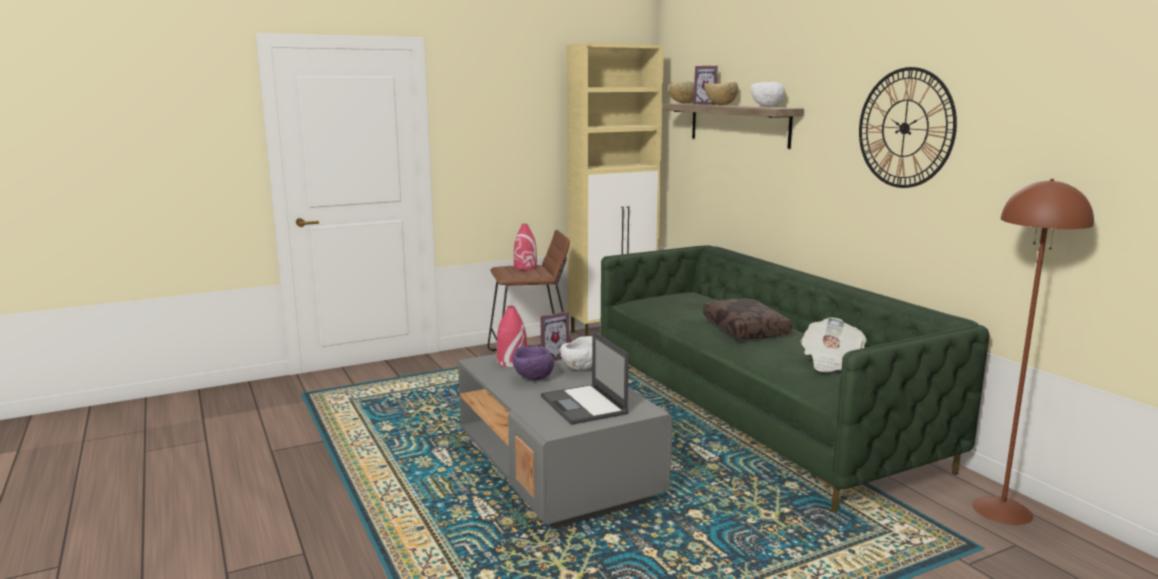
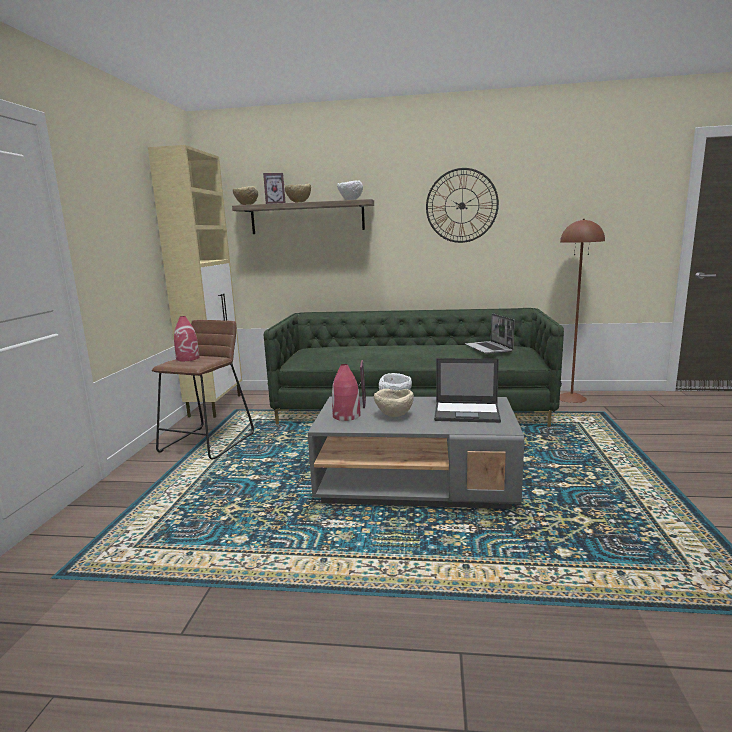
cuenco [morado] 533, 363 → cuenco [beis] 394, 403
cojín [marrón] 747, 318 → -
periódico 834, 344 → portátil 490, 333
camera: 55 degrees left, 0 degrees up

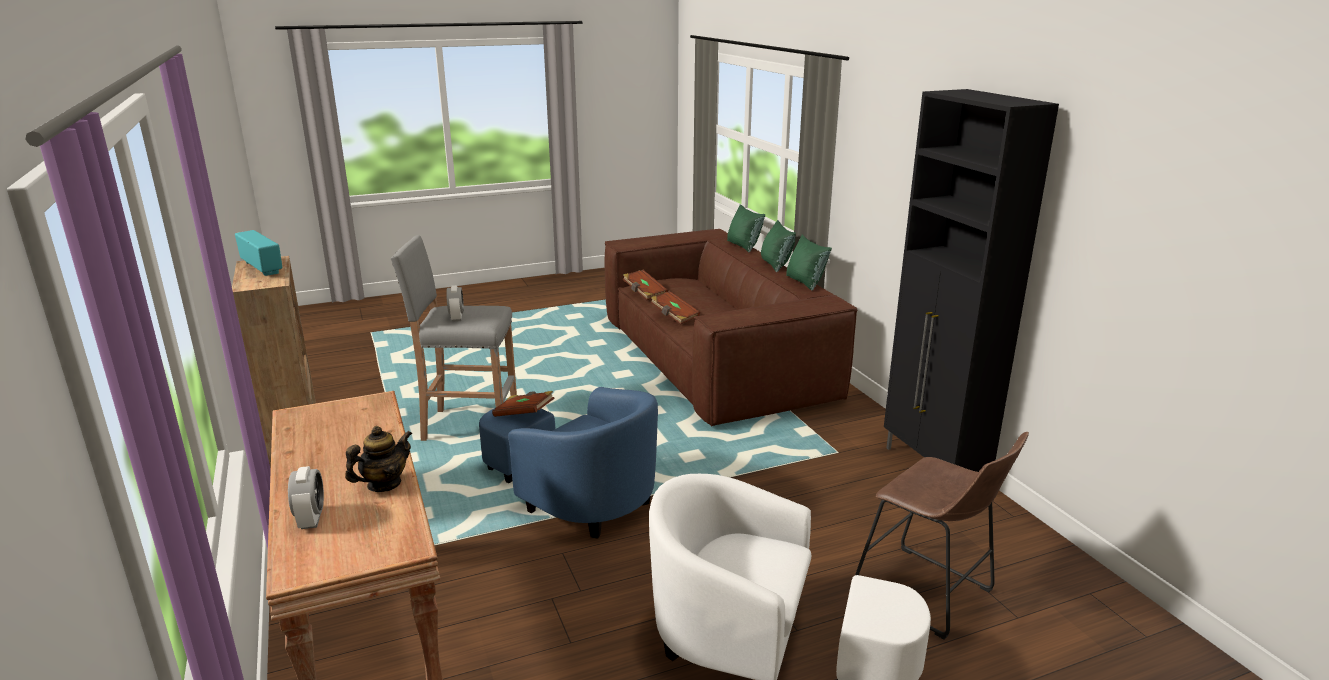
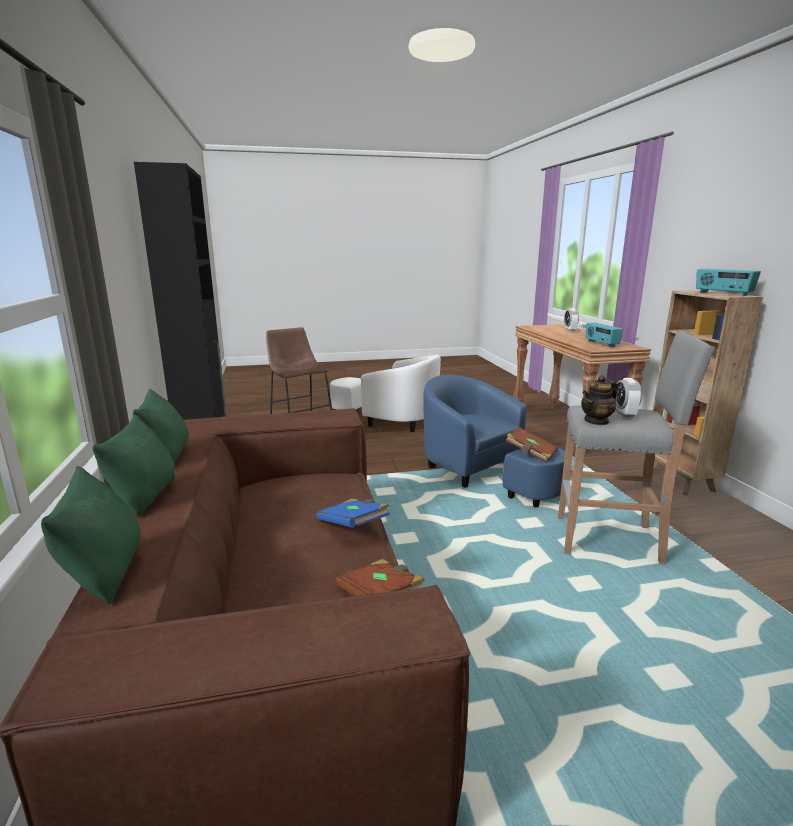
tetera 378, 459 → tetera 599, 400, moved
libro [marrón] 675, 308 → libro [azul] 353, 513
- → radio 604, 335
camera: 170 degrees left, 5 degrees down

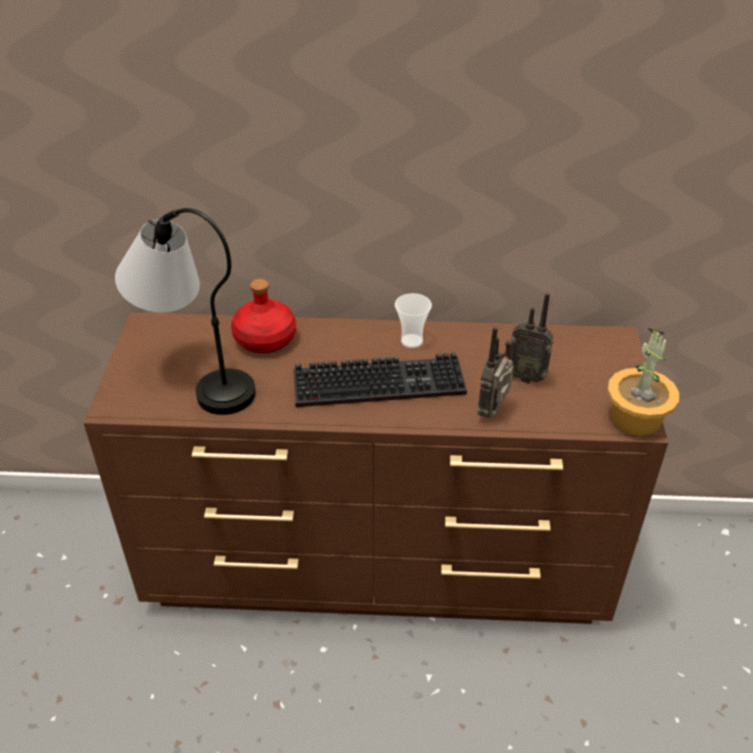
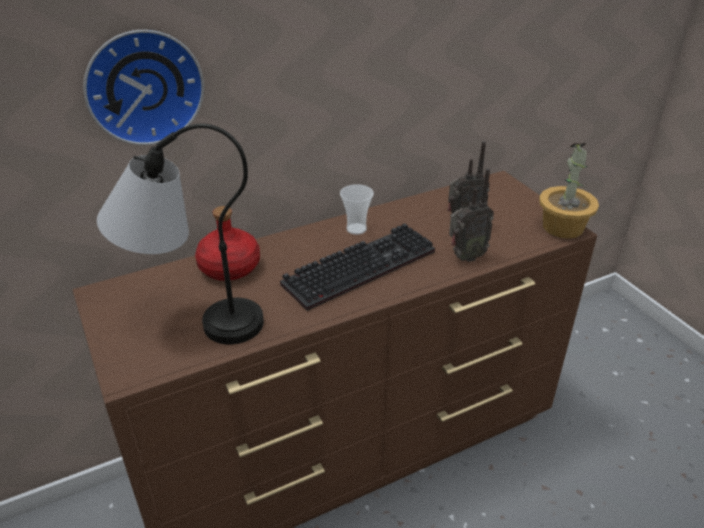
radio 495, 372 → radio 471, 215, 105 degrees counterclockwise
- → reloj de pared 143, 87
camera: 30 degrees left, 5 degrees down

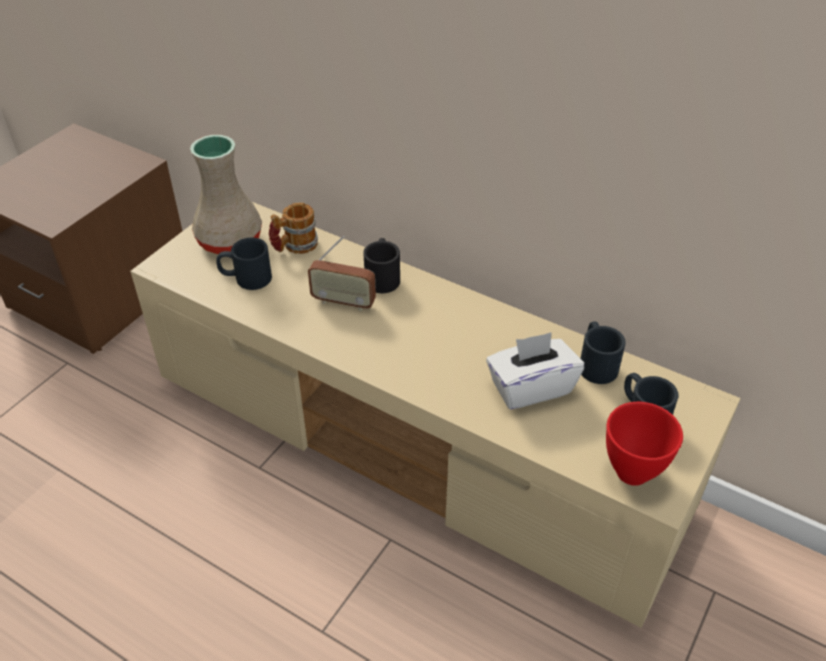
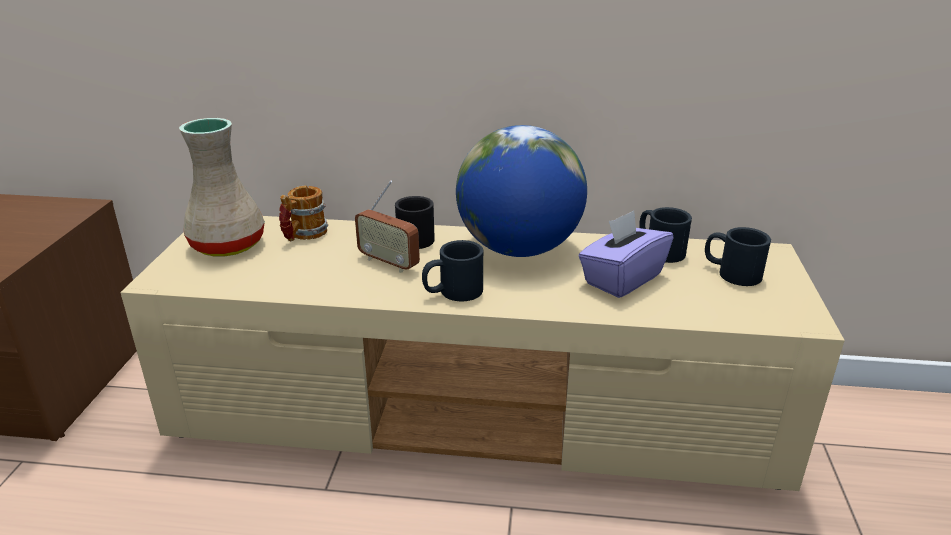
taza grande [negro] 244, 264 → taza grande [negro] 453, 270, moved
radio 342, 273 → radio 387, 226, 45 degrees clockwise
caja de pañuelos [blanco] 535, 370 → caja de pañuelos [morado] 626, 254
cuenco [rojo] 644, 444 → -
- → globo terráqueo 521, 191
camera: 25 degrees left, 15 degrees down

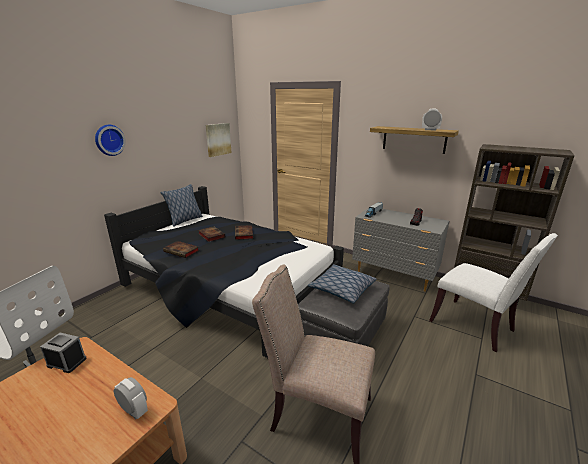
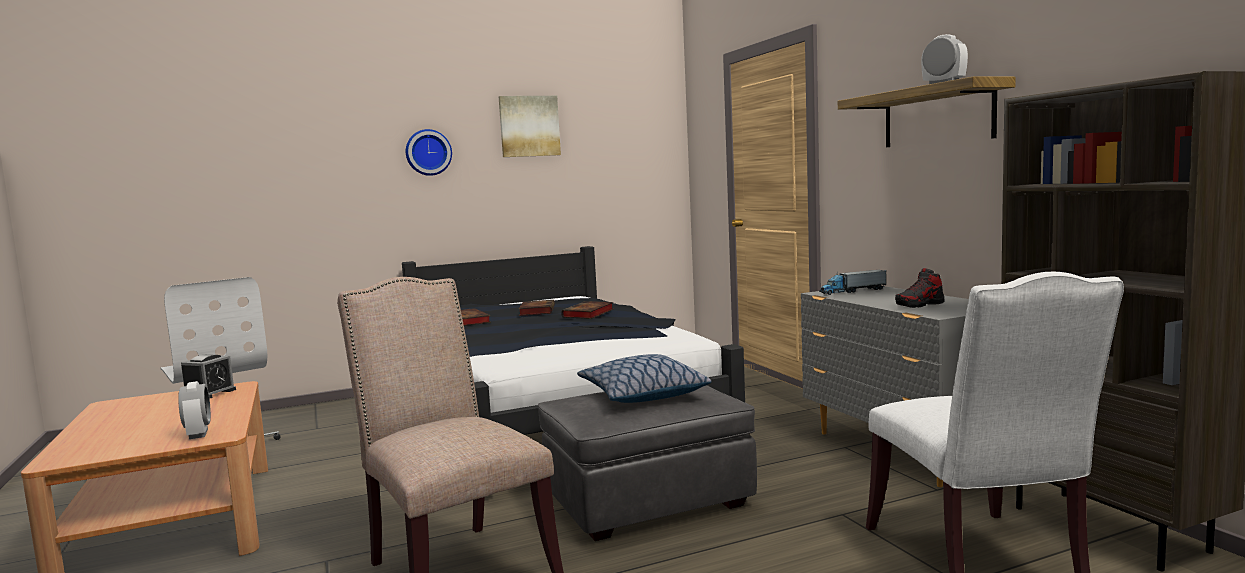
despertador 63, 353 → despertador 208, 376, 60 degrees clockwise
cojín 181, 205 → -
cuadro 218, 140 → cuadro 530, 126, moved
camera: 35 degrees right, 15 degrees down

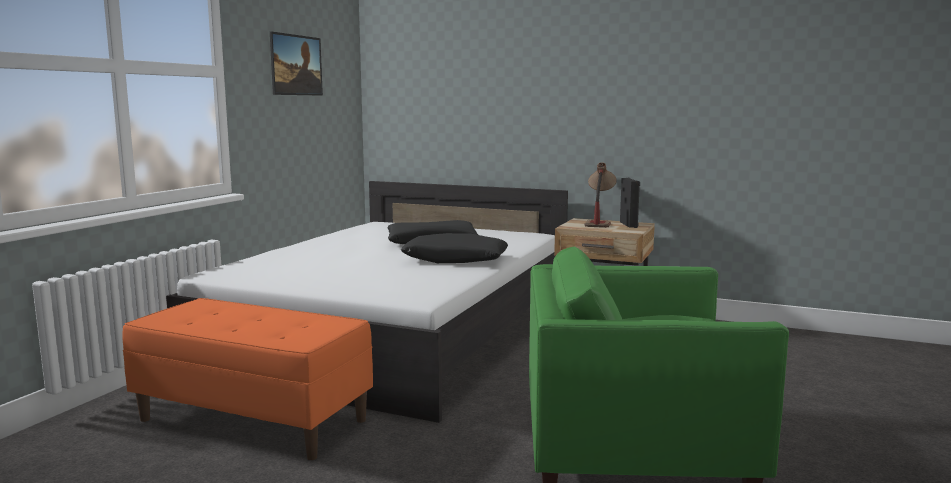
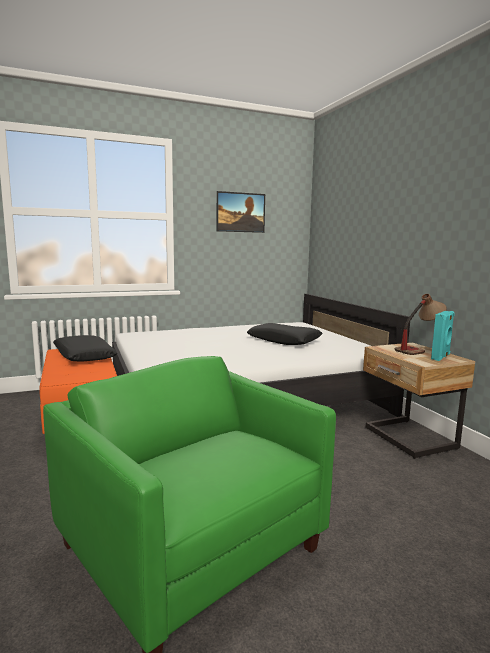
cojín [negro] 454, 248 → cojín [negro] 85, 348, moved
altavoz [negro] 630, 203 → altavoz [turquesa] 443, 336
camera: 45 degrees right, 0 degrees up

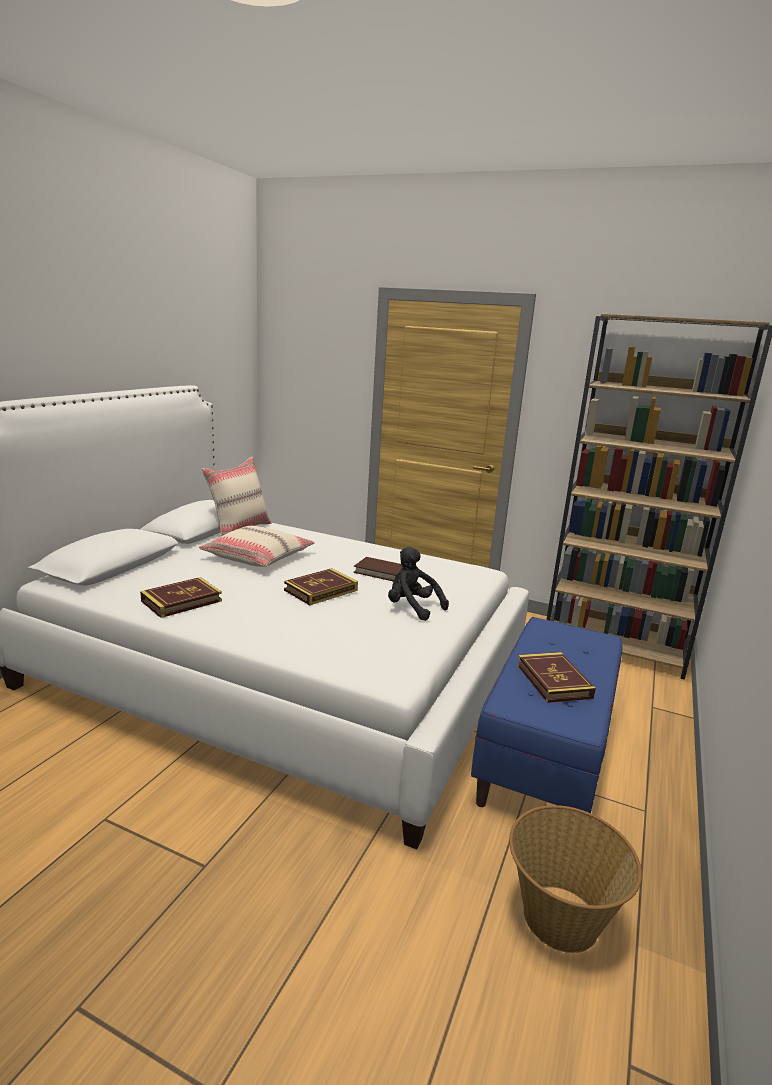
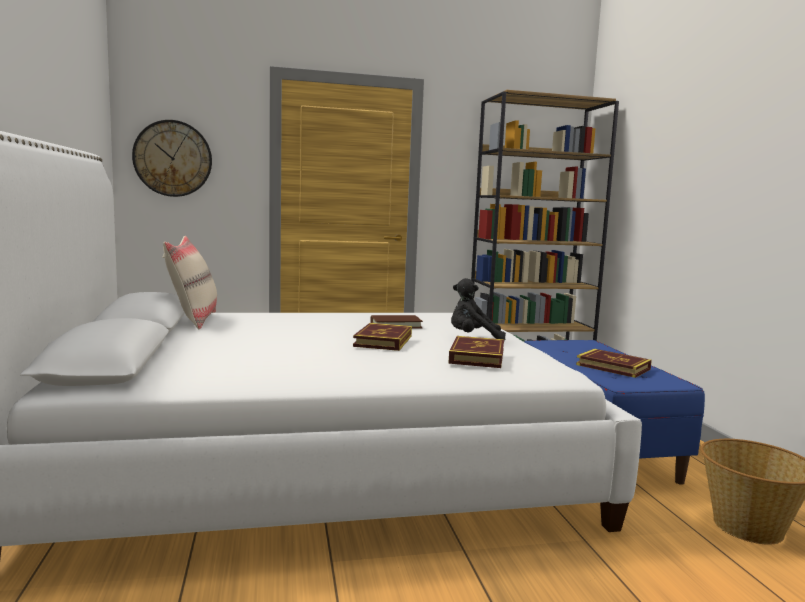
libro 181, 597 → libro 476, 352, moved
cojín [beis] 257, 546 → -
- → reloj de pared 172, 158
camera: 35 degrees left, 10 degrees down

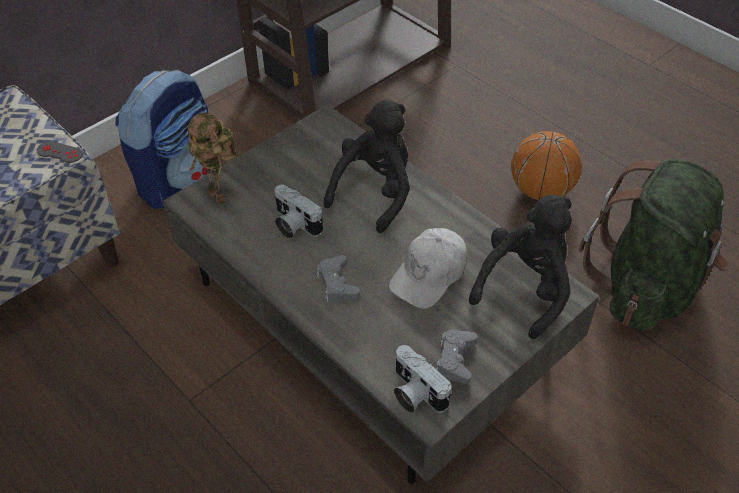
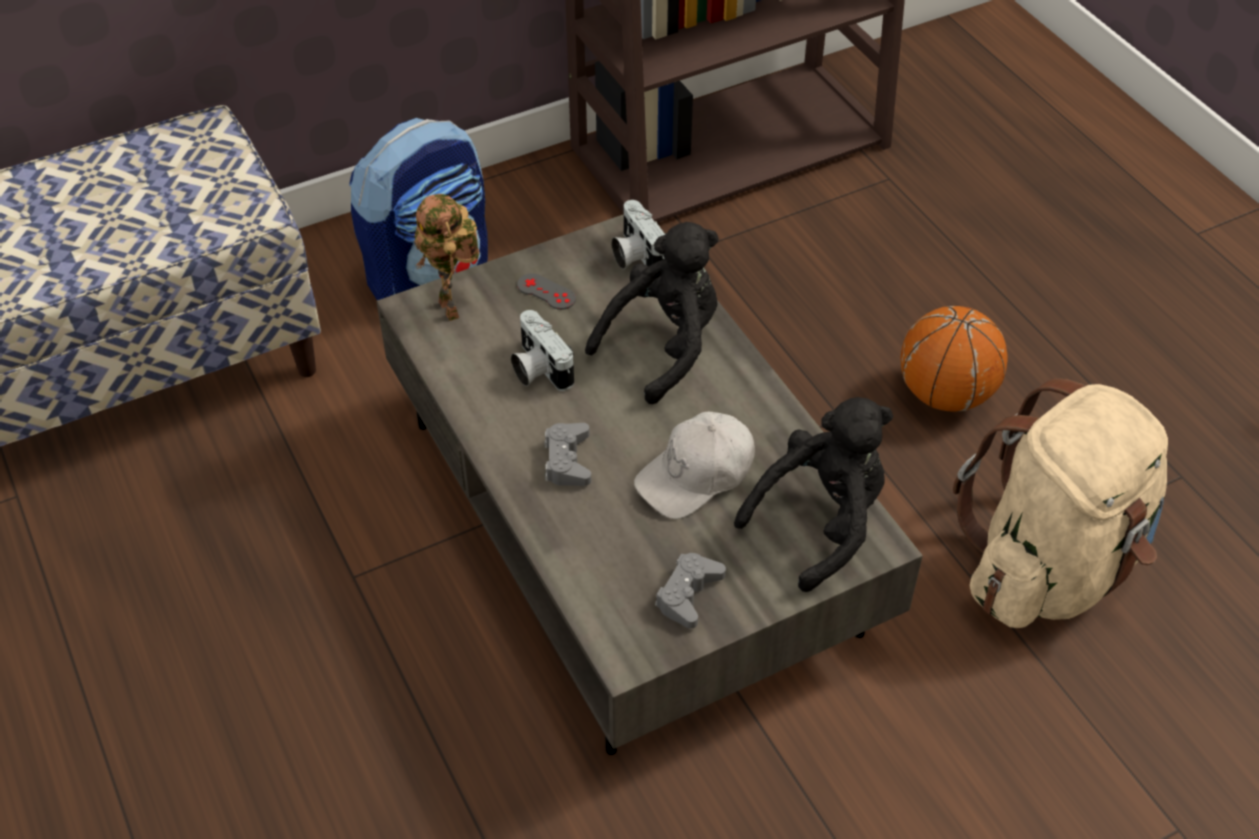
mando de consola [gris] 60, 152 → mando de consola [gris] 546, 291, moved
cámara 422, 379 → cámara 638, 234, moved
mochila [verde] 654, 245 → mochila [beis] 1060, 503
camera: 15 degrees right, 0 degrees up

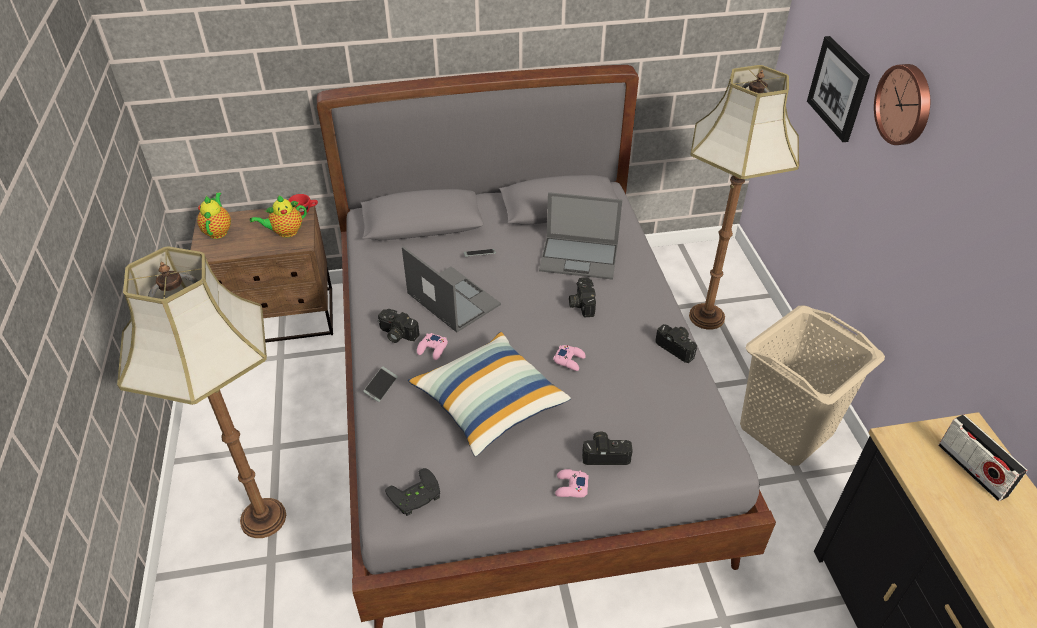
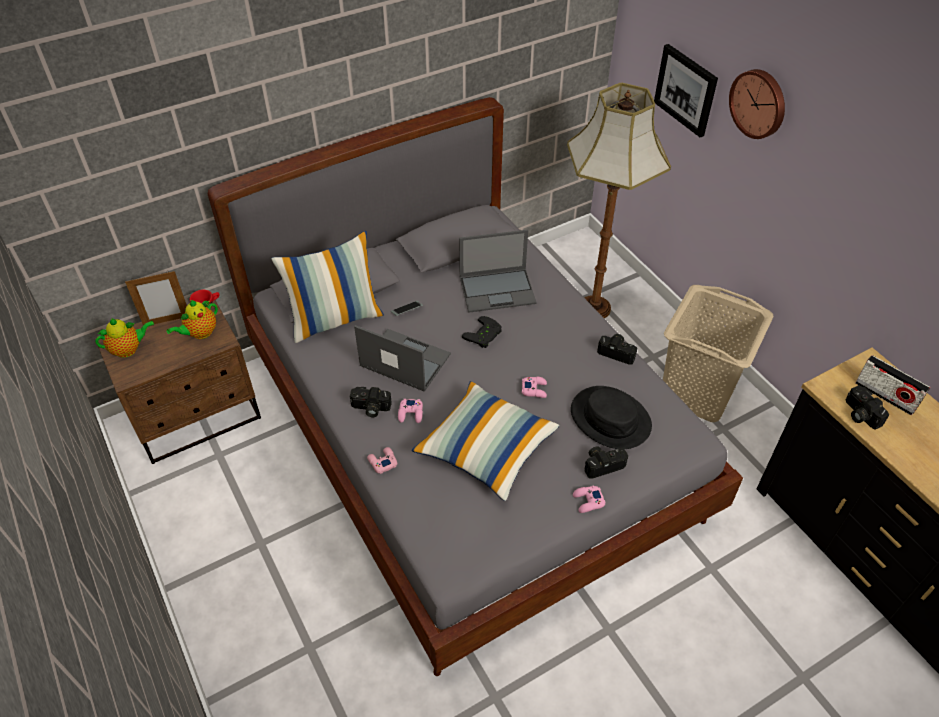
lámpara de pie 201, 392 → -
tetera 214, 216 → tetera 124, 338, 90 degrees clockwise
móvil 380, 384 → mando de consola [rosa] 382, 460
mando de consola [negro] 412, 492 → mando de consola [negro] 482, 332, moved
cámara 582, 297 → cámara 867, 407, moved
- → portarretratos 156, 298
- → cojín 327, 287
- → sombrero [negro] 611, 417
camera: 20 degrees left, 5 degrees up

